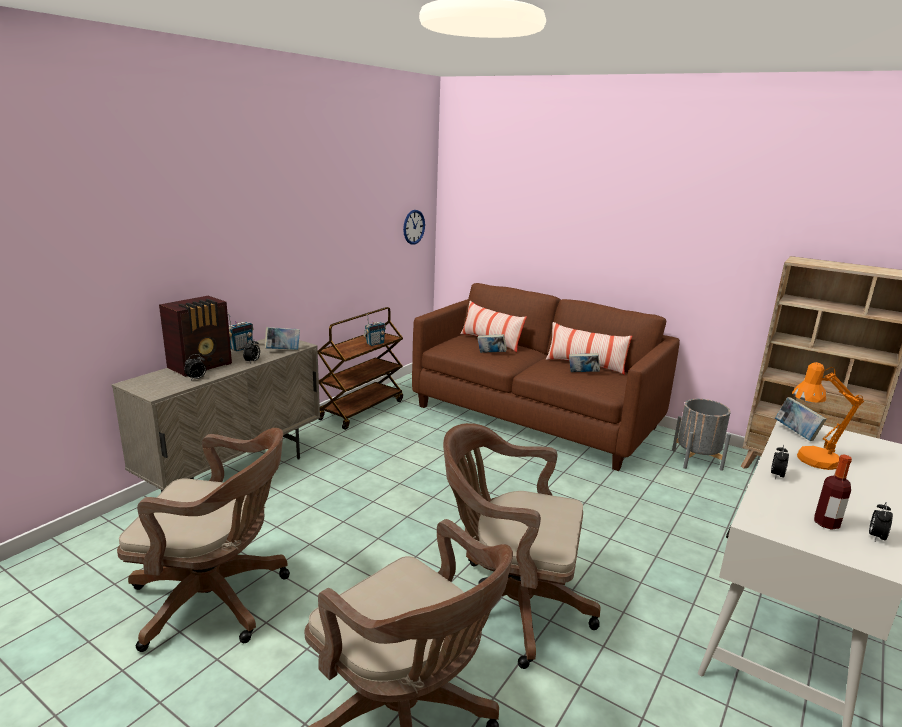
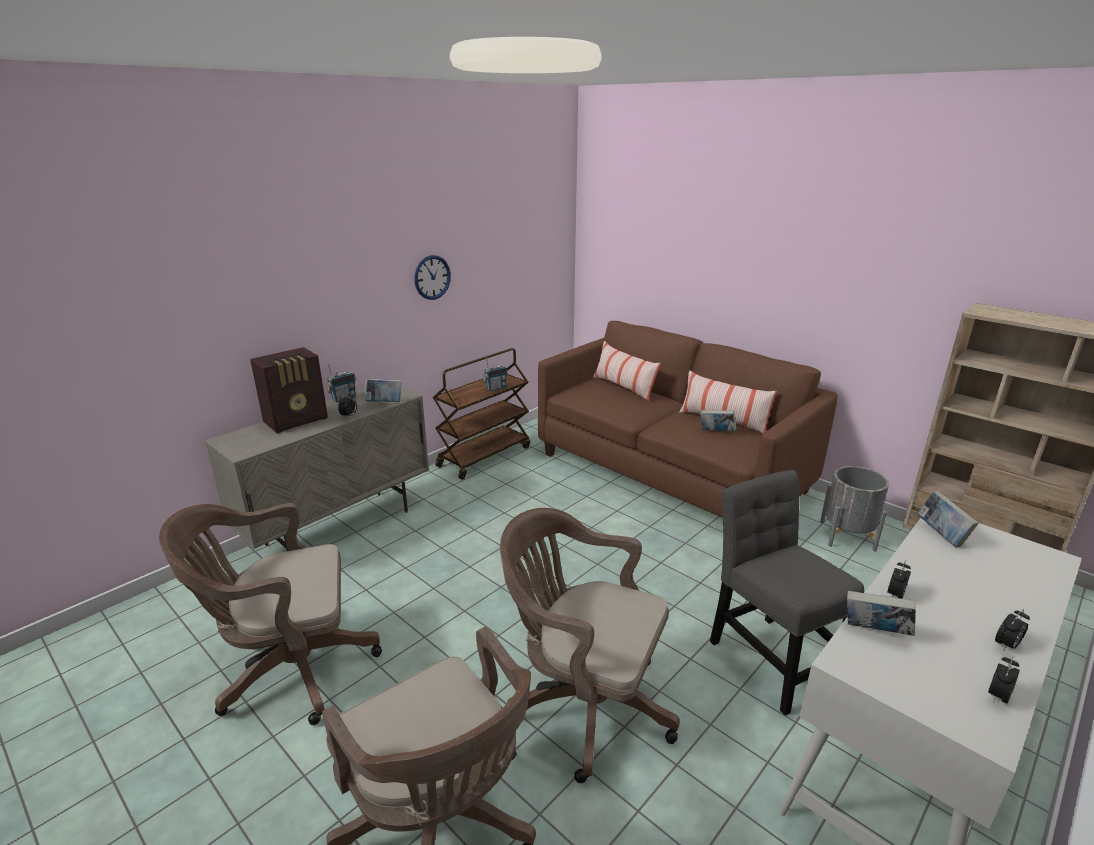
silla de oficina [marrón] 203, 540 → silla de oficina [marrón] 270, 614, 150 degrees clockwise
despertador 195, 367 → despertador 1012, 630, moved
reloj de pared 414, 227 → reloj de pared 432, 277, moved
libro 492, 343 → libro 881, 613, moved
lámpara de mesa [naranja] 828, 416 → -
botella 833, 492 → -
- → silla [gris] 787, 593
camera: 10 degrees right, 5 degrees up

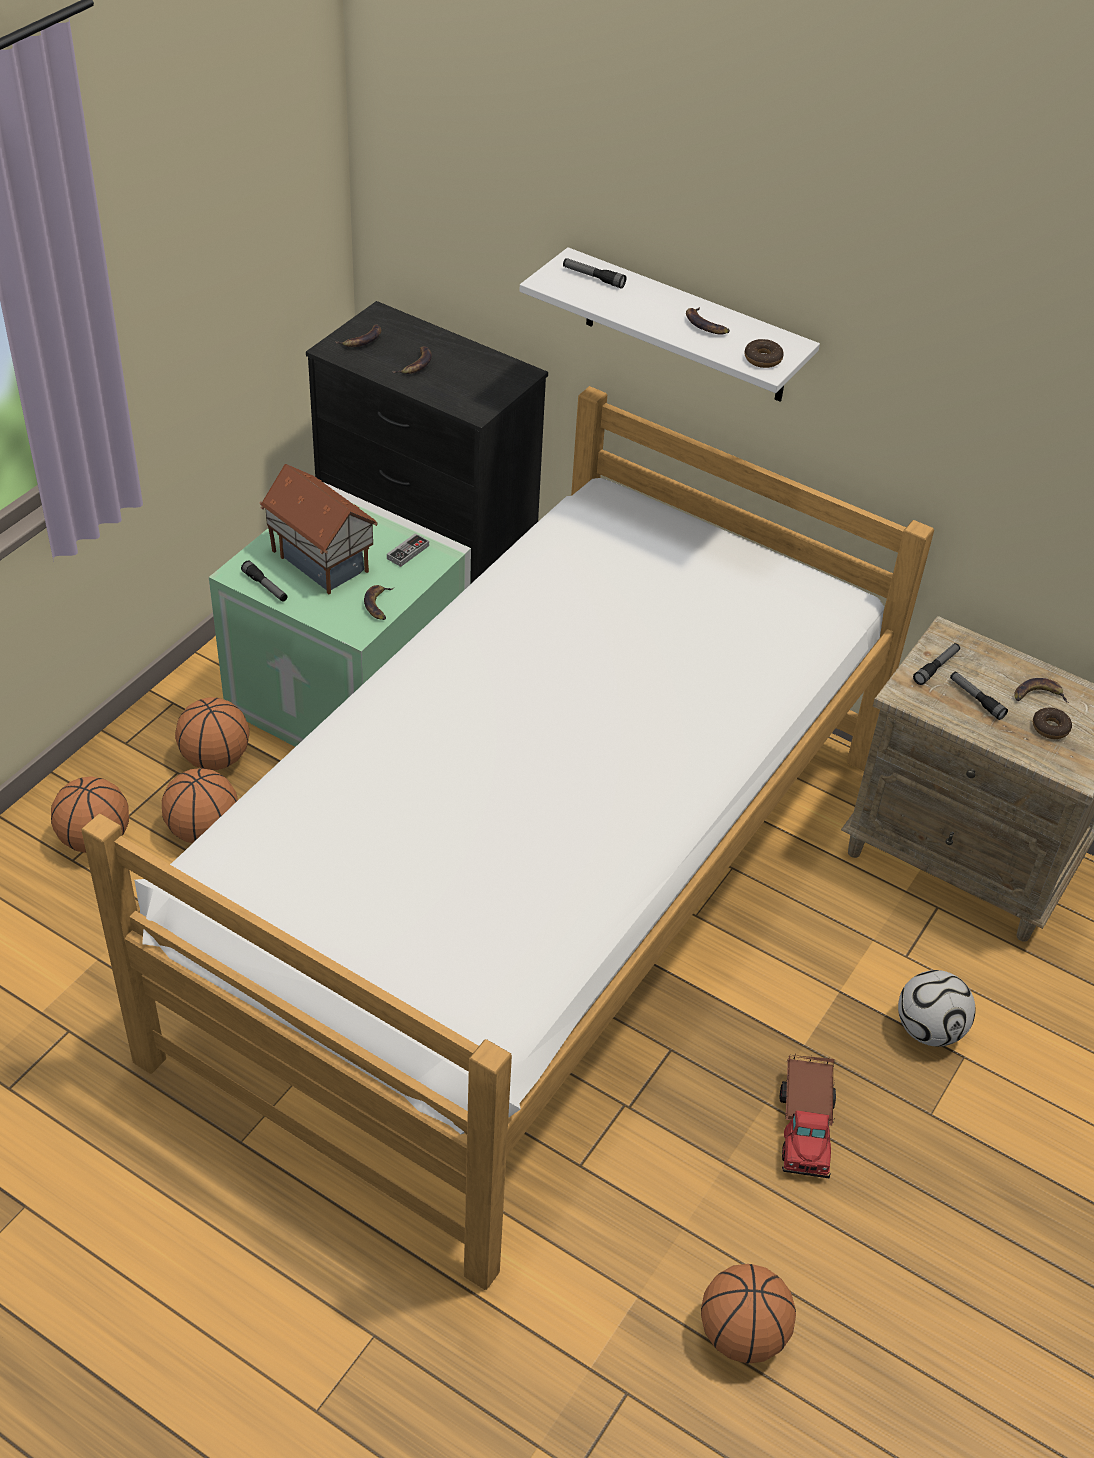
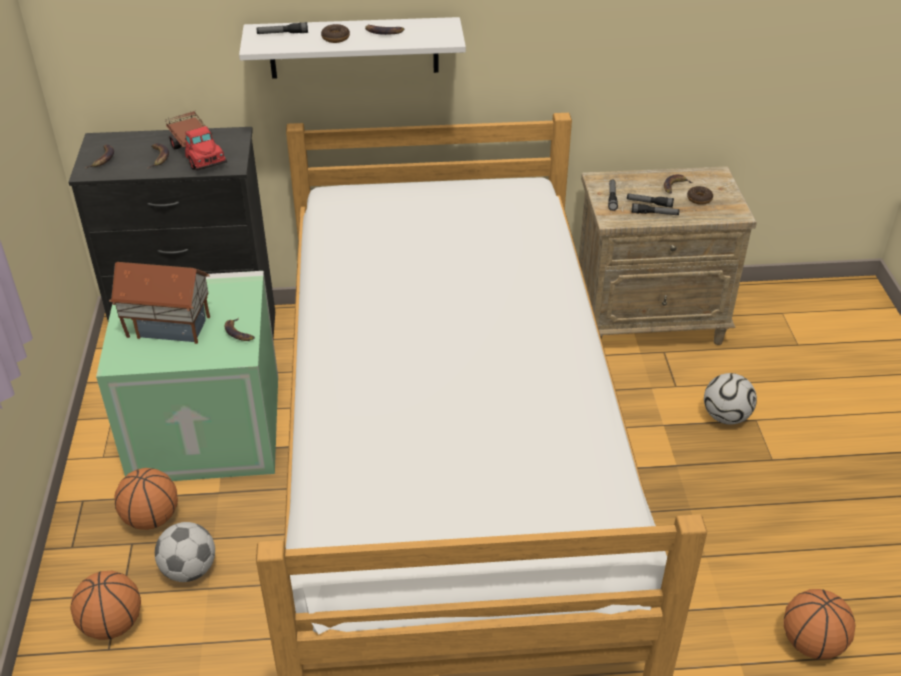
balón de baloncesto 200, 805 → balón de fútbol 185, 552
linterna 264, 581 → linterna 655, 209, moved
mando de consola 408, 550 → -
rosquilla 764, 353 → rosquilla 335, 33, moved
camión de juguete 808, 1116 → camión de juguete 196, 141, moved
camera: 35 degrees left, 5 degrees down

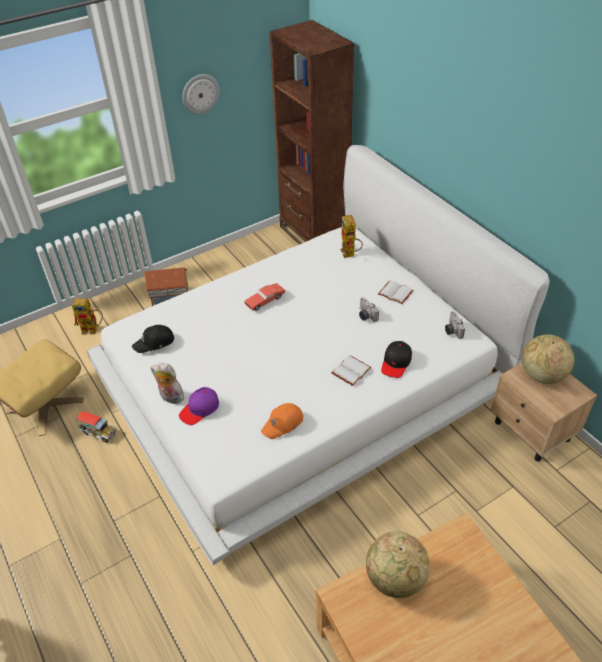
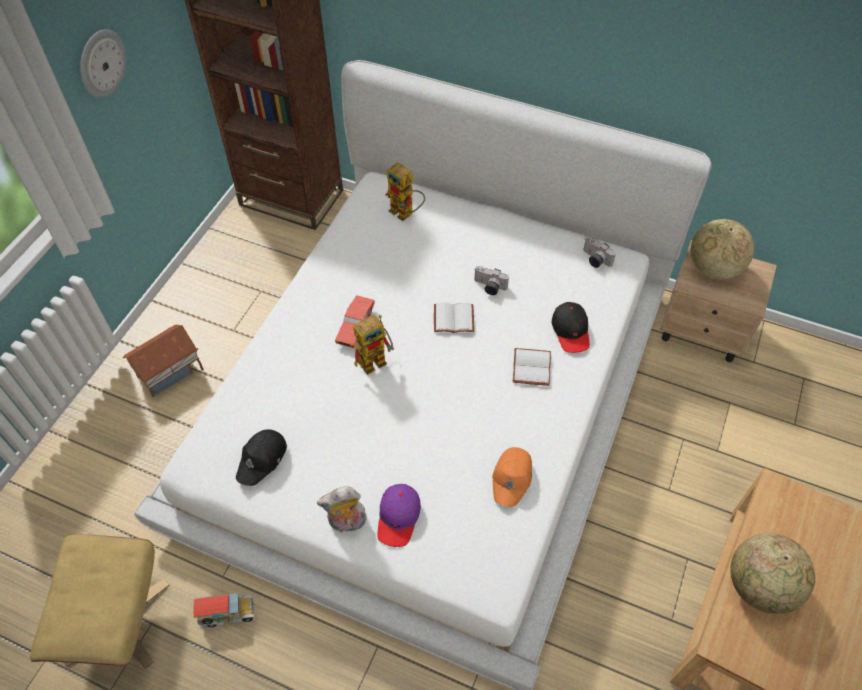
robot de juguete 87, 316 → robot de juguete 373, 344, moved
libro [blanco] 396, 292 → libro [blanco] 454, 318, moved
camera: 35 degrees left, 10 degrees up

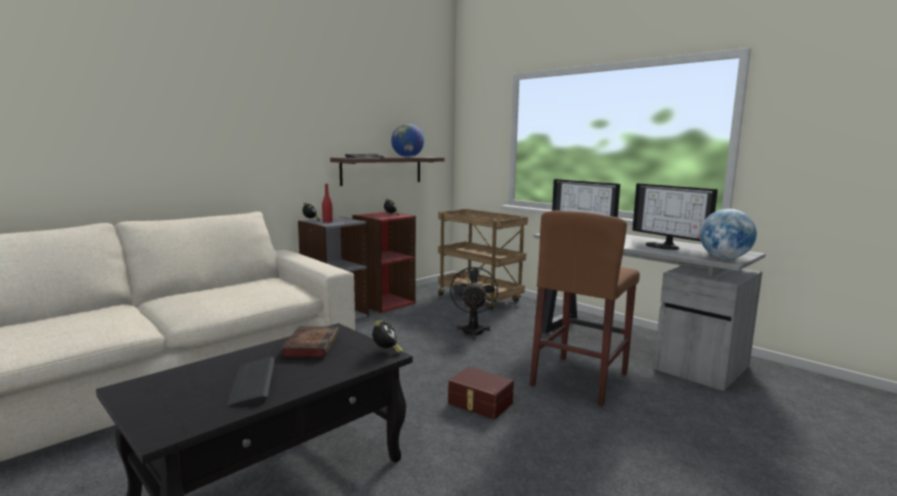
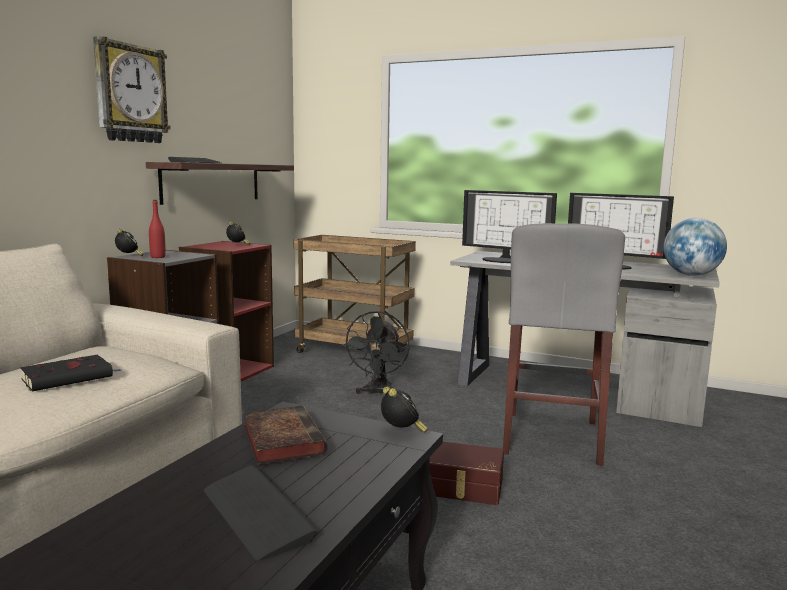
globo terráqueo 407, 140 → -
ventilador [negro] 474, 303 → ventilador [negro] 376, 353, 150 degrees counterclockwise
taburete [marrón] 585, 309 → taburete [gris] 564, 344
- → libro [negro] 71, 373
- → reloj de pared 132, 89
camera: 20 degrees left, 0 degrees up

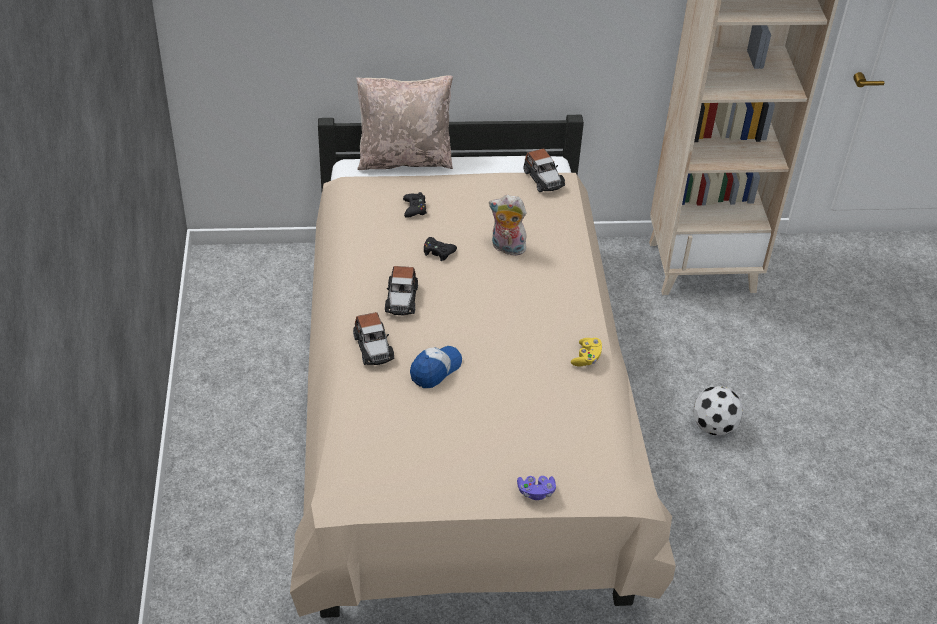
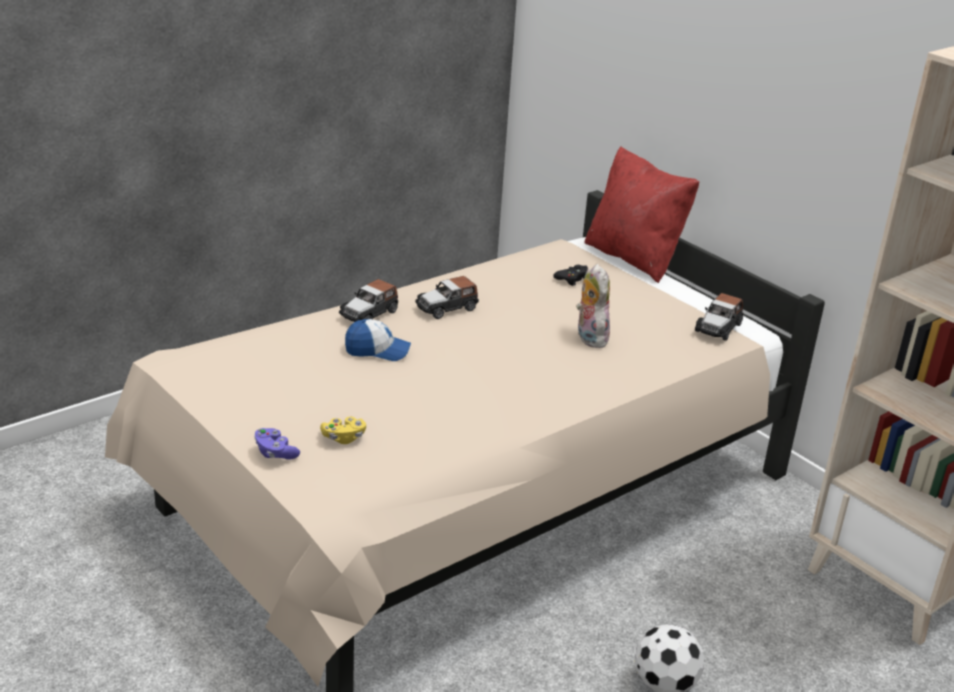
cojín [beis] 404, 123 → cojín [rojo] 642, 214
mando de consola [negro] 440, 249 → -
mando de consola [amarillo] 586, 352 → mando de consola [amarillo] 343, 430, moved
camera: 55 degrees right, 15 degrees down

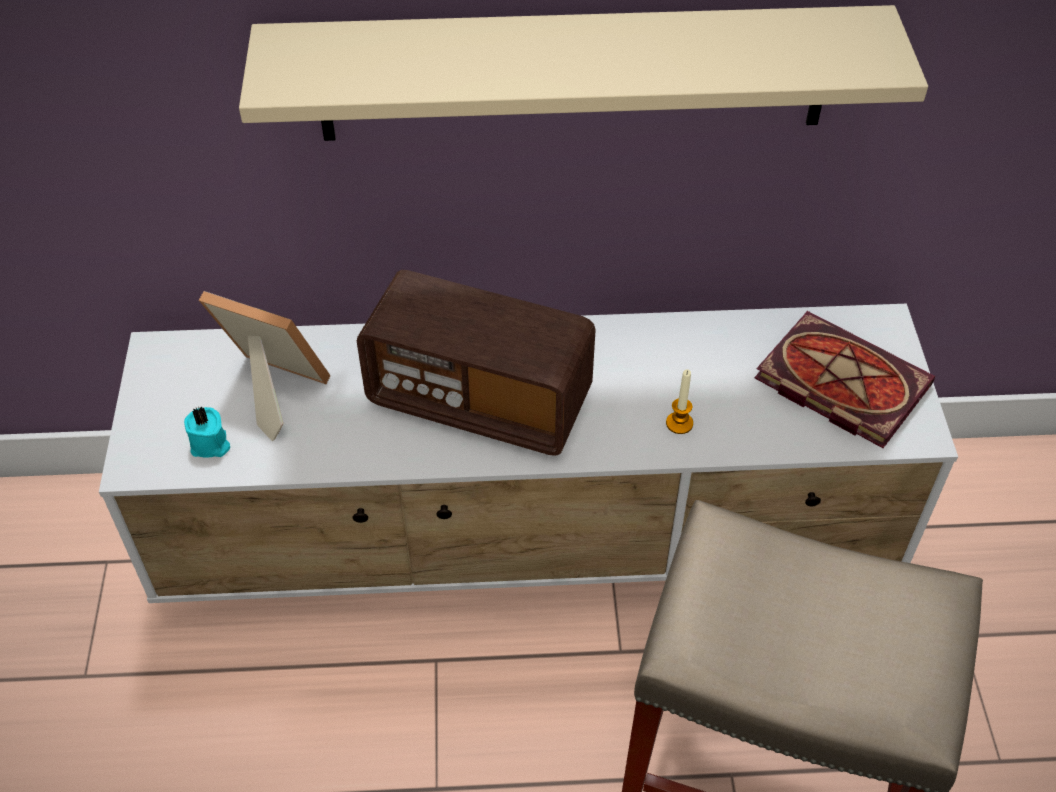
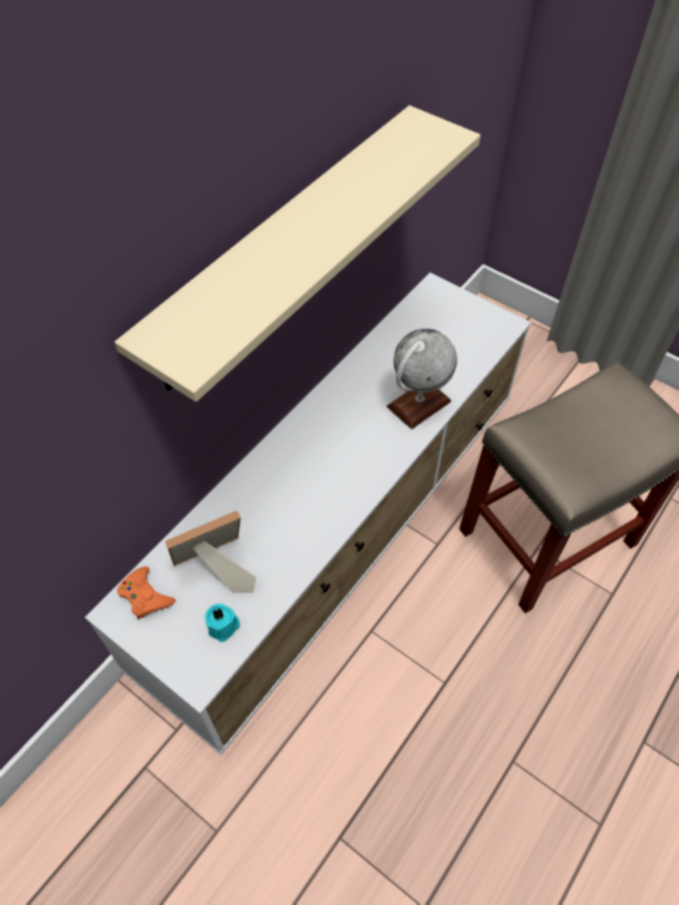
radio 476, 363 → -
vela 679, 401 → globo terráqueo 422, 379
libro 845, 379 → -
- → mando de consola [naranja] 146, 593
camera: 50 degrees left, 5 degrees up

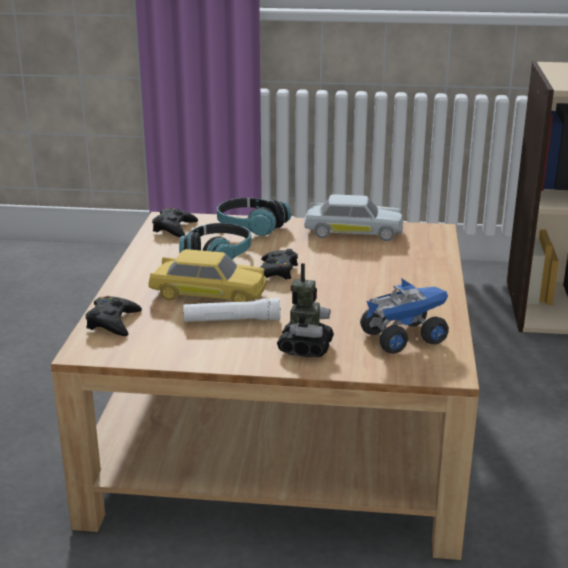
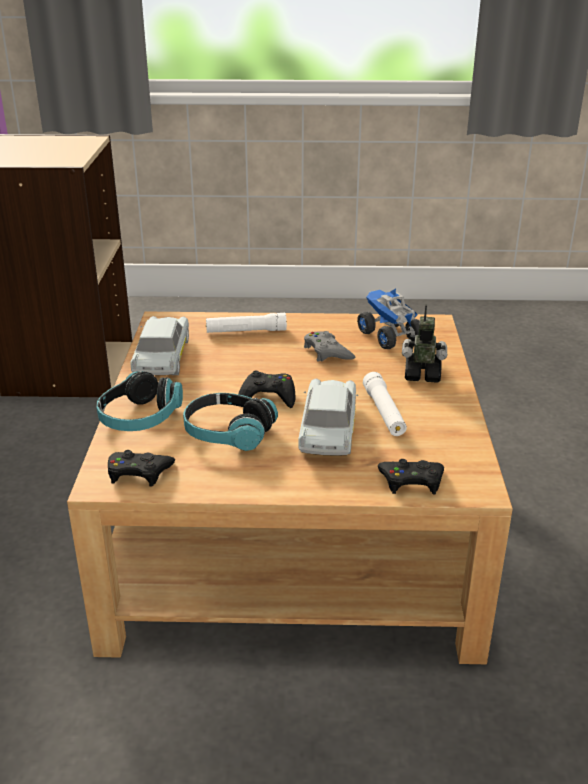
coche de juguete [amarillo] 207, 275 → coche de juguete [blanco] 328, 417
- → linterna [blanco] 246, 323
- → mando de consola [gris] 329, 346
camera: 95 degrees left, 5 degrees up

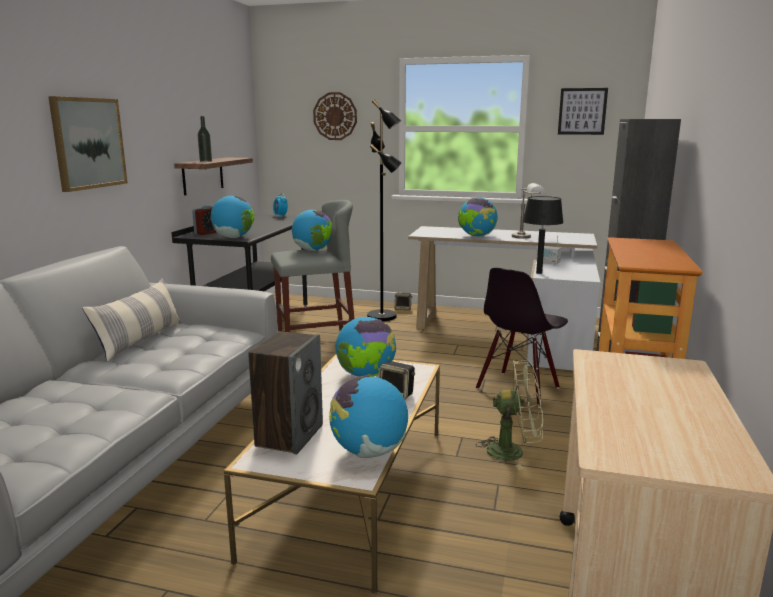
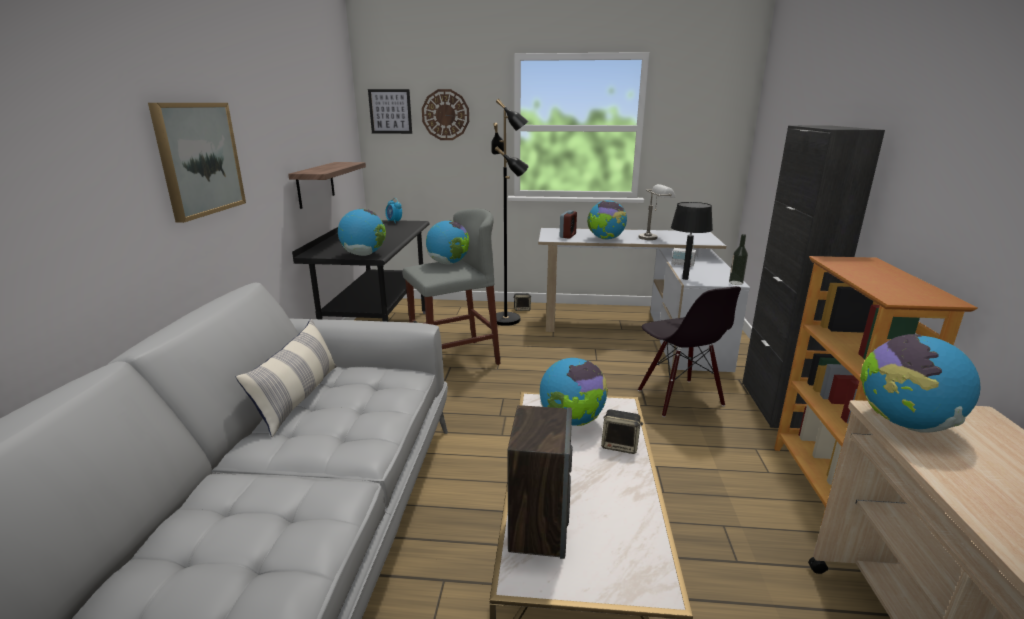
despertador 204, 220 → despertador 568, 224, moved
botella 205, 139 → botella 738, 259, moved
globo terráqueo 368, 416 → globo terráqueo 920, 383, moved
silla [negro] 522, 338 → silla [negro] 689, 351, 45 degrees counterclockwise
ventilador [verde] 509, 415 → -
cuadro 583, 111 → cuadro 390, 111, moved
camera: 10 degrees left, 5 degrees up

